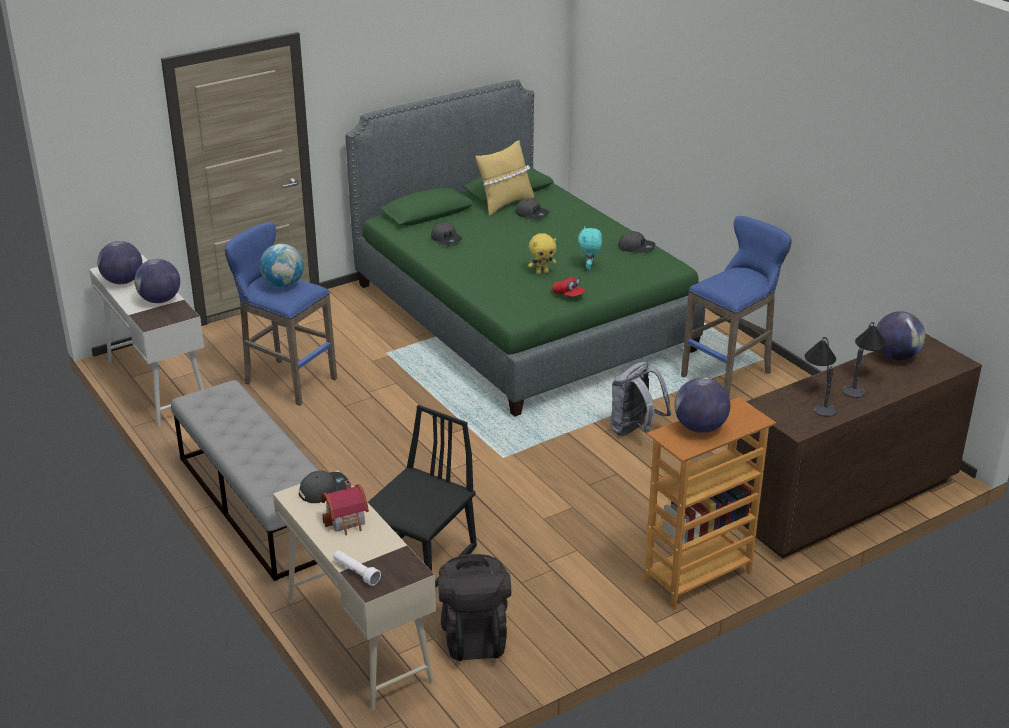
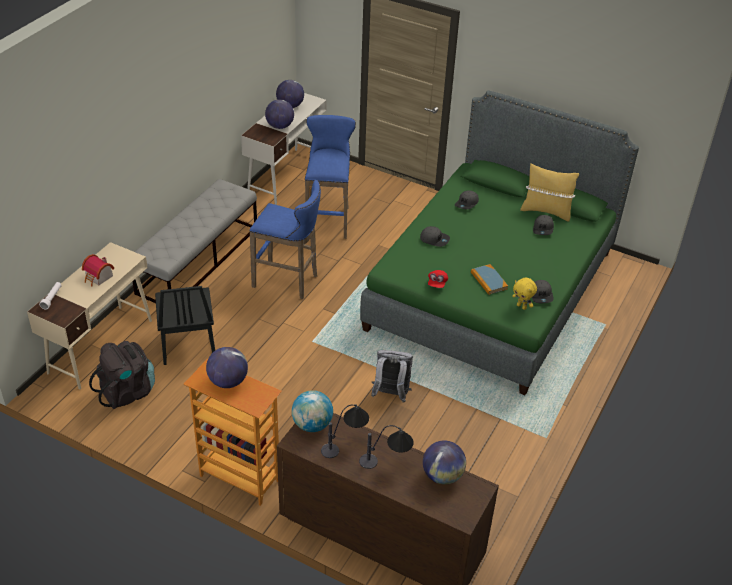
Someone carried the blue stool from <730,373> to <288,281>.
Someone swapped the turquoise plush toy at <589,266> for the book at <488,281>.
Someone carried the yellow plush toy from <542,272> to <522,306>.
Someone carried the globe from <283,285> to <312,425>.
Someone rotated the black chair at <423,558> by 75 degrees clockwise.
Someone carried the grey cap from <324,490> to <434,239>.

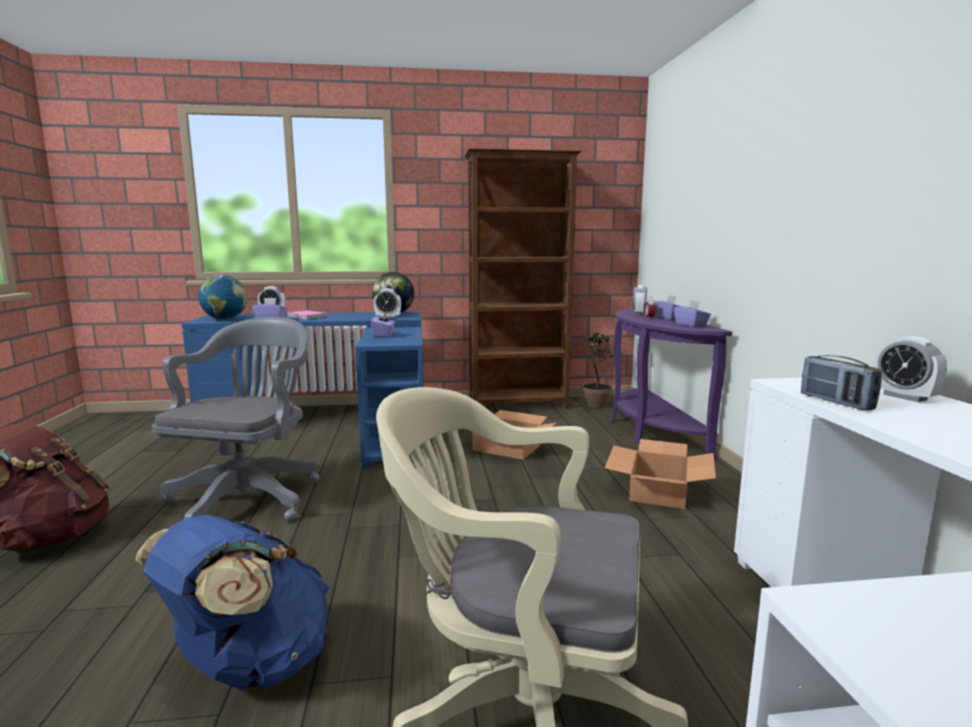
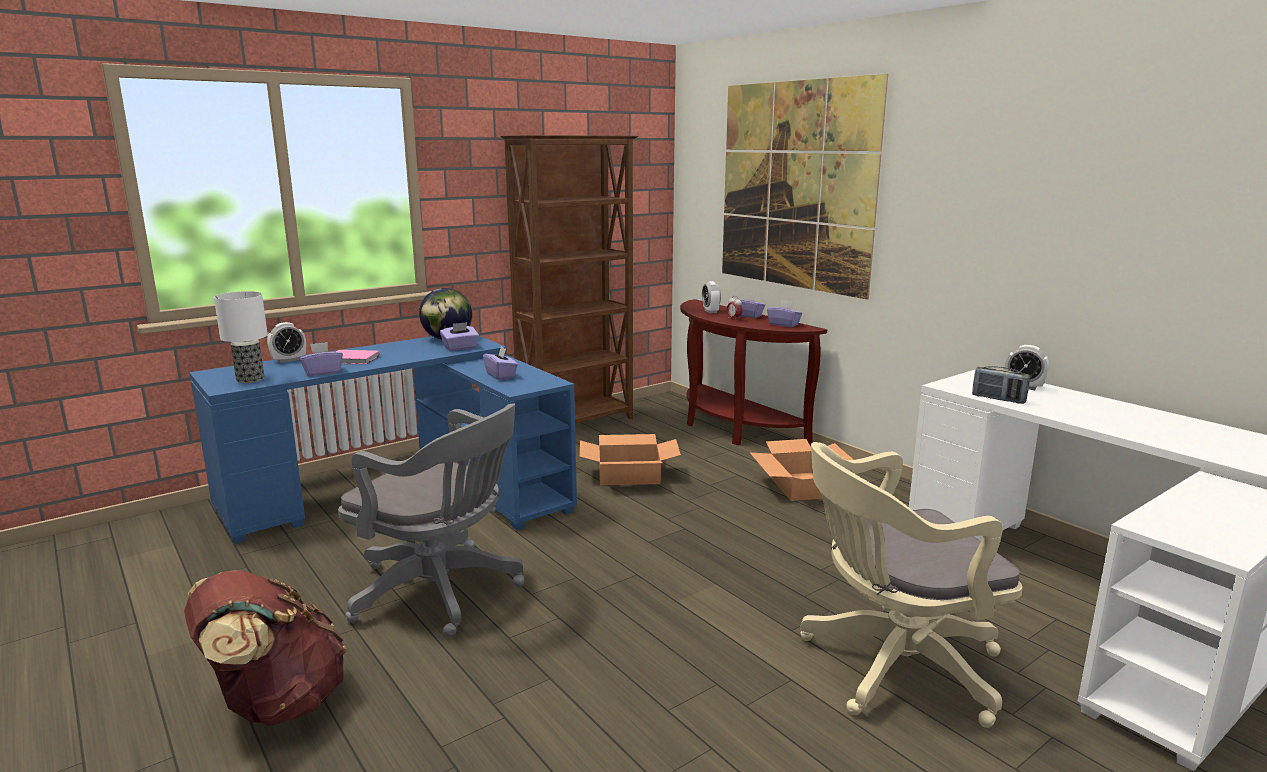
Someone swapped the globe at <225,319> for the table lamp at <251,379>.
Someone swapped the alarm clock at <388,317> for the purple tissue box at <460,348>.
Someone repainted the purple console table at <650,430>, which became the brown console table at <732,428>.
Someone rotated the grey office chair at <249,497> by 135 degrees clockwise.
Someone took away the potted plant at <595,407>.
Someone took away the blue backpack at <249,666>.
Someone put up the picture at <795,186>.

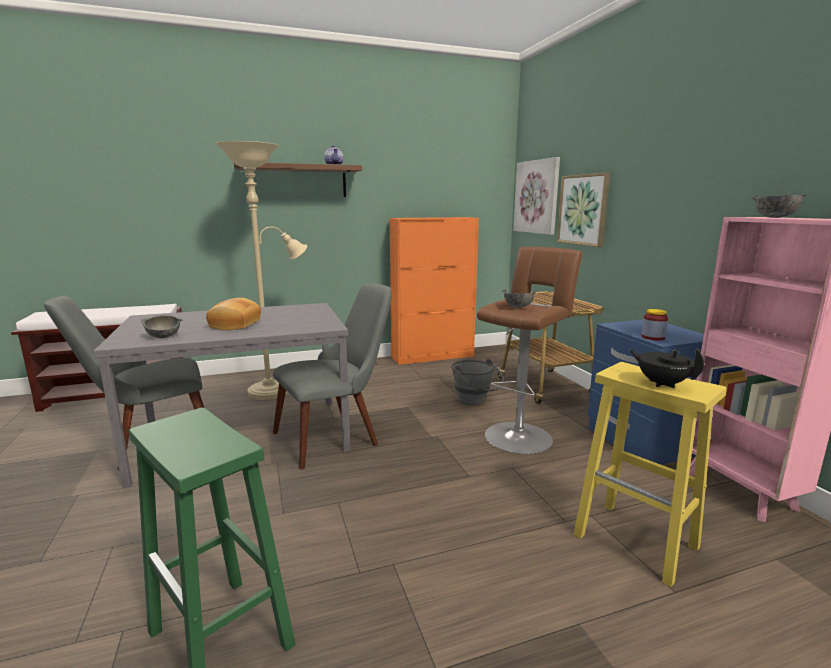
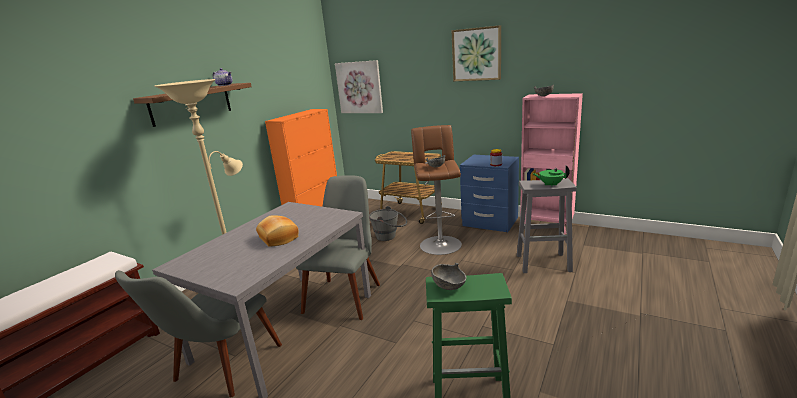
Someone carried the picture from <583,210> to <476,54>.
Someone carried the grey bowl from <164,337> to <449,286>.
Someone repainted the black teapot at <661,383>, which became the green teapot at <550,185>.
Someone repainted the yellow stool at <637,542>, which became the grey stool at <544,263>.

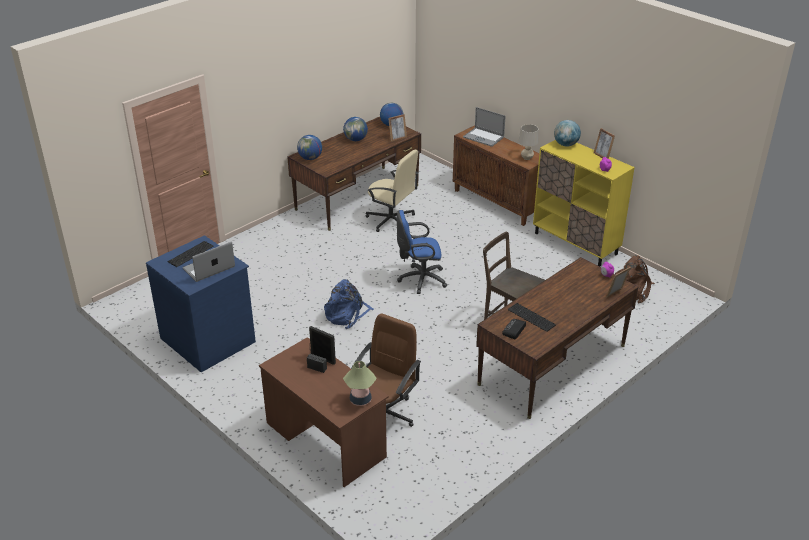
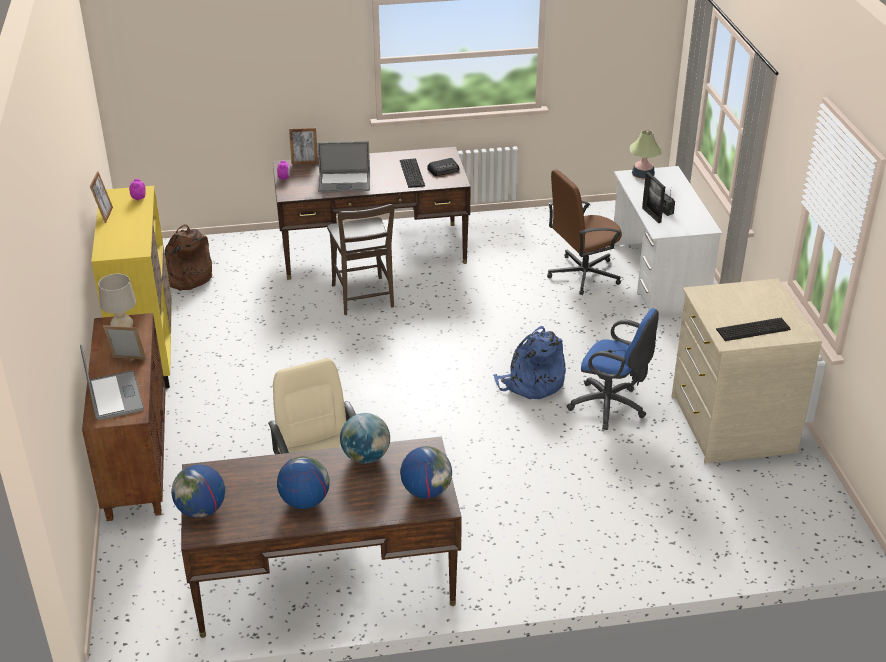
Someone carried the picture frame from <397,138> to <128,361>.
Someone carried the globe from <565,144> to <366,457>.
Someone carried the blue office chair from <420,280> to <611,407>.
Someone repainted the blue dresser at <209,339>, which became the beige dresser at <730,424>.
Someone carried the laptop from <209,268> to <344,182>.
Someone repainted the brown desk at <325,440>, which became the white desk at <658,276>.

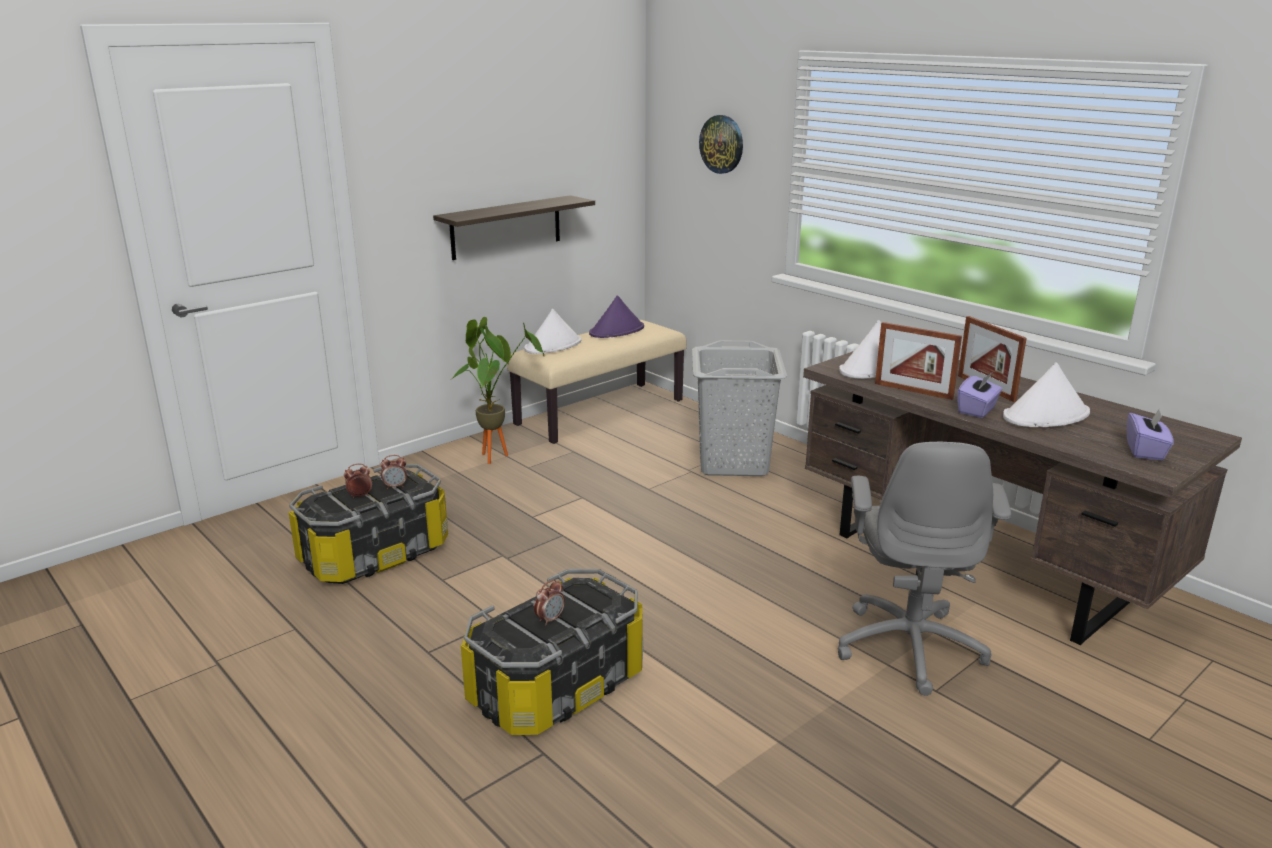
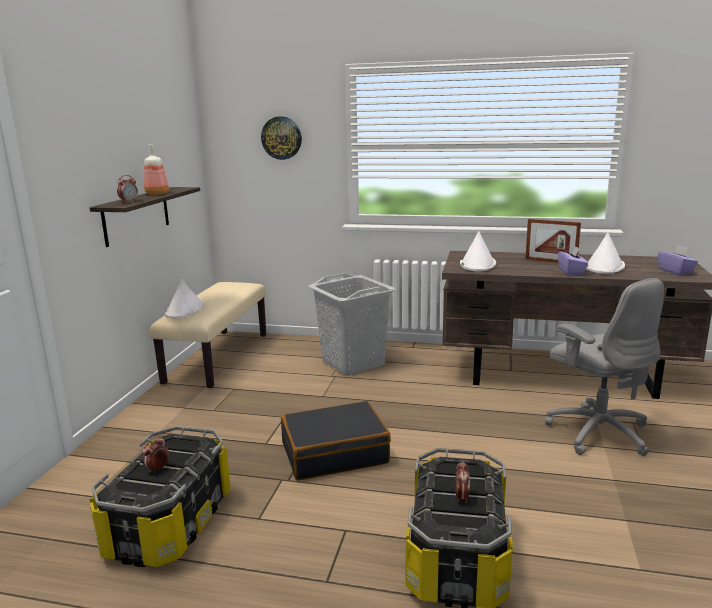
Someone took away the purple hat at <617,331>.
Someone took away the potted plant at <496,455>.
Someone took away the picture frame at <913,391>.
Someone carried the alarm clock from <395,486> to <129,201>.
Someone put down the bottle at <157,193>.
Someone put down the black suitcase at <334,453>.

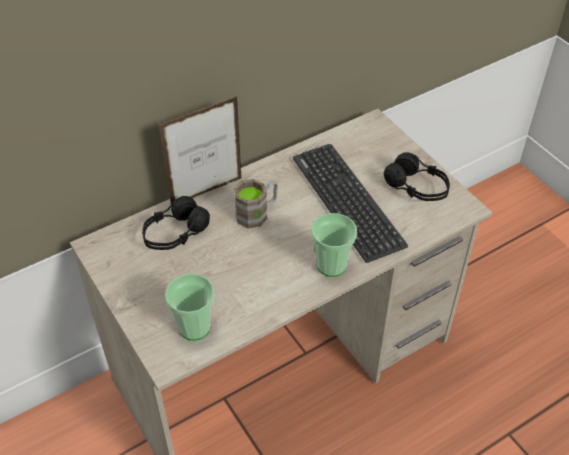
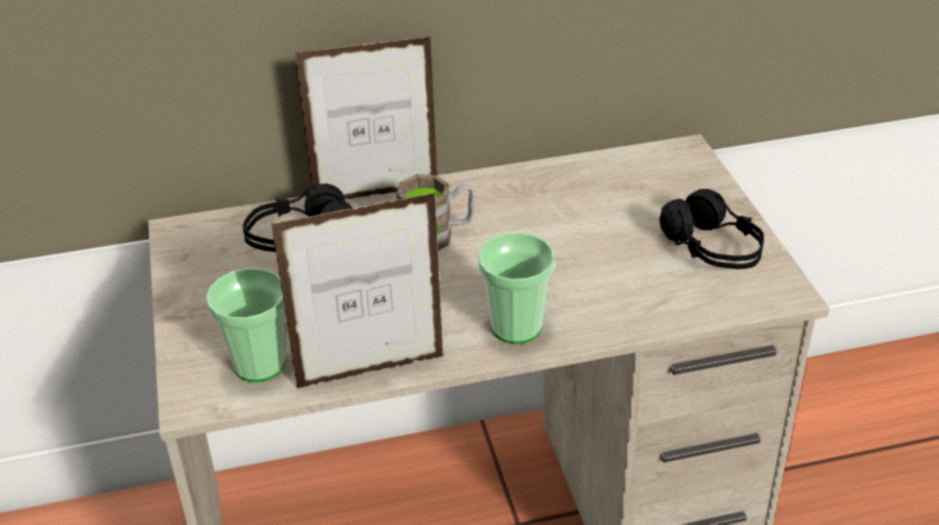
Someone took away the keyboard at <347,201>.
Someone put down the picture frame at <371,372>.

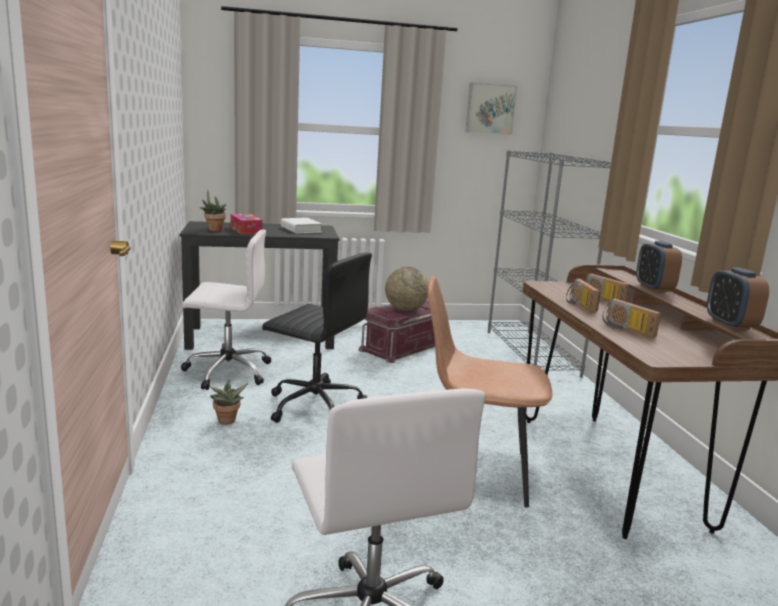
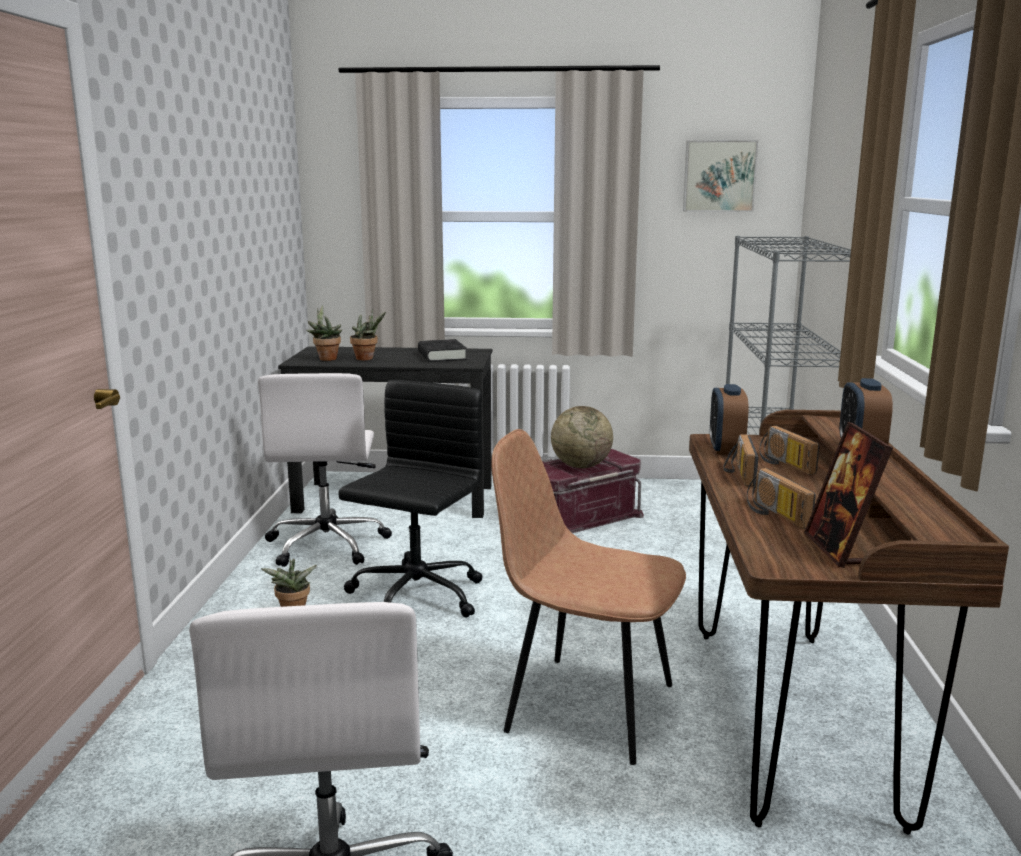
Someone swapped the tissue box at <246,230> for the potted plant at <367,358>.
Someone repainted the white book at <301,229>, which became the black book at <442,356>.
Someone rotated the white office chair at <226,371> by 75 degrees clockwise.
Someone rotated the black office chair at <314,405> by 105 degrees counterclockwise.
Someone carried the alarm clock from <730,325> to <726,449>.
Someone put down the picture frame at <840,549>.

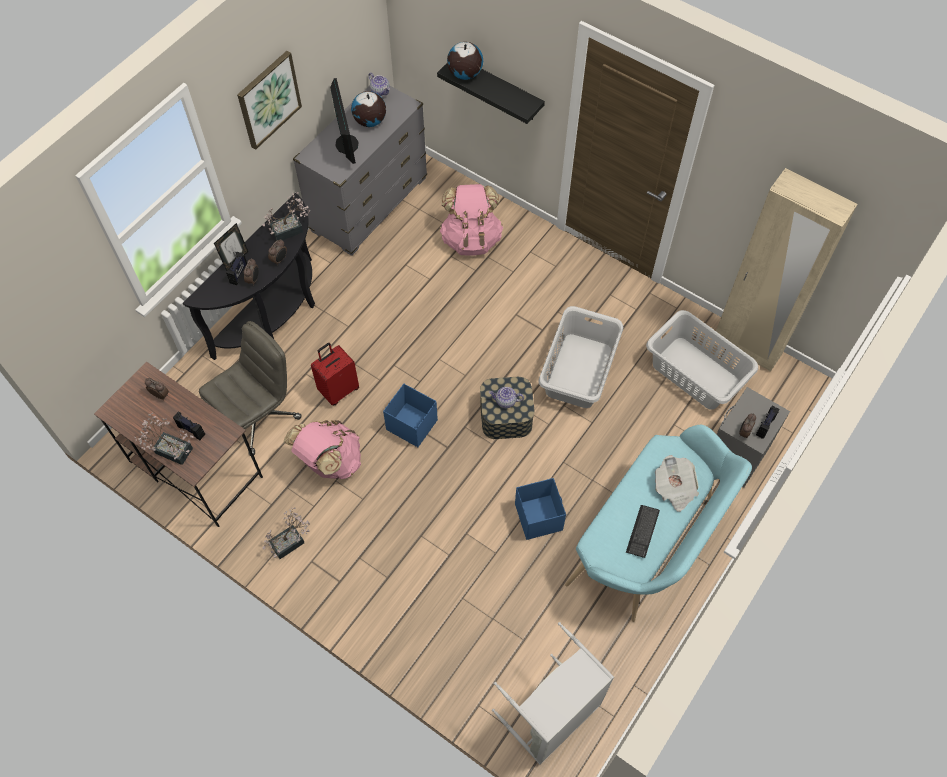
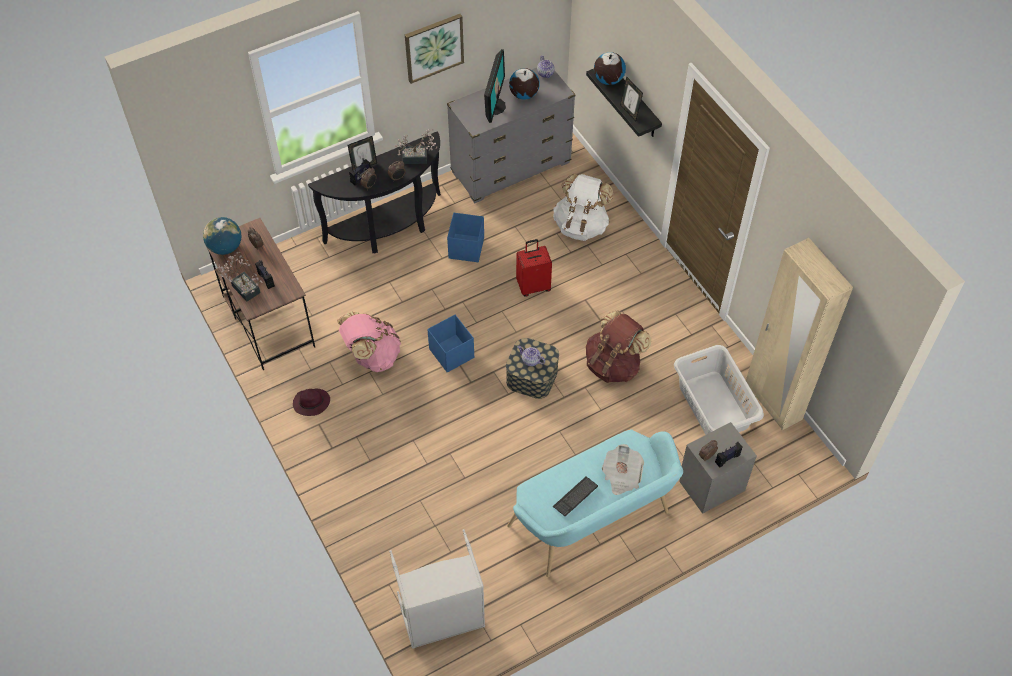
Someone repainted the pink backpack at <471,239>, which became the white backpack at <581,225>.
Someone swapped the grey laundry basket at <579,370> for the brown backpack at <613,364>.
Someone took away the grey office chair at <258,416>.
Someone carried the red suitcase from <338,390> to <533,286>.
Someone carried the blue storage box from <538,516> to <466,248>.
Someone swapped the potted plant at <291,542> for the purple hat at <311,403>.
Someone put down the picture frame at <629,112>.
Someone put down the globe at <225,247>.

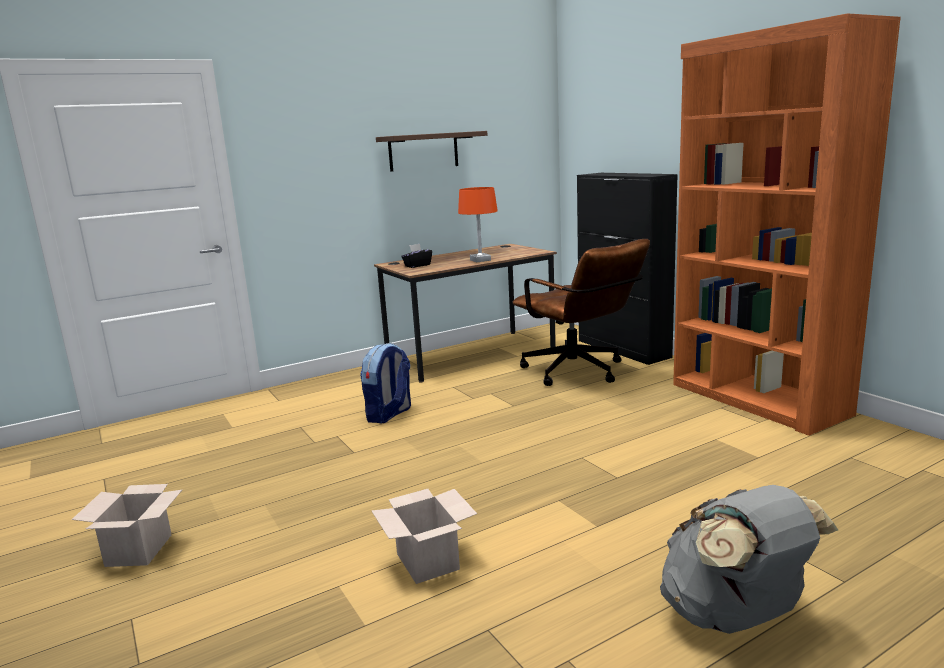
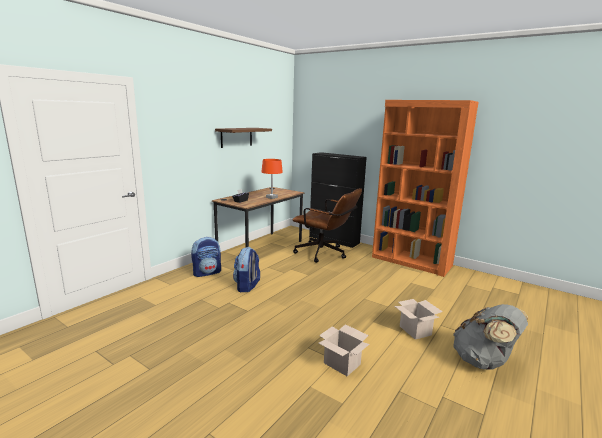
Someone carried the cardboard box from <139,551> to <416,331>.
Someone put down the backpack at <207,273>.

